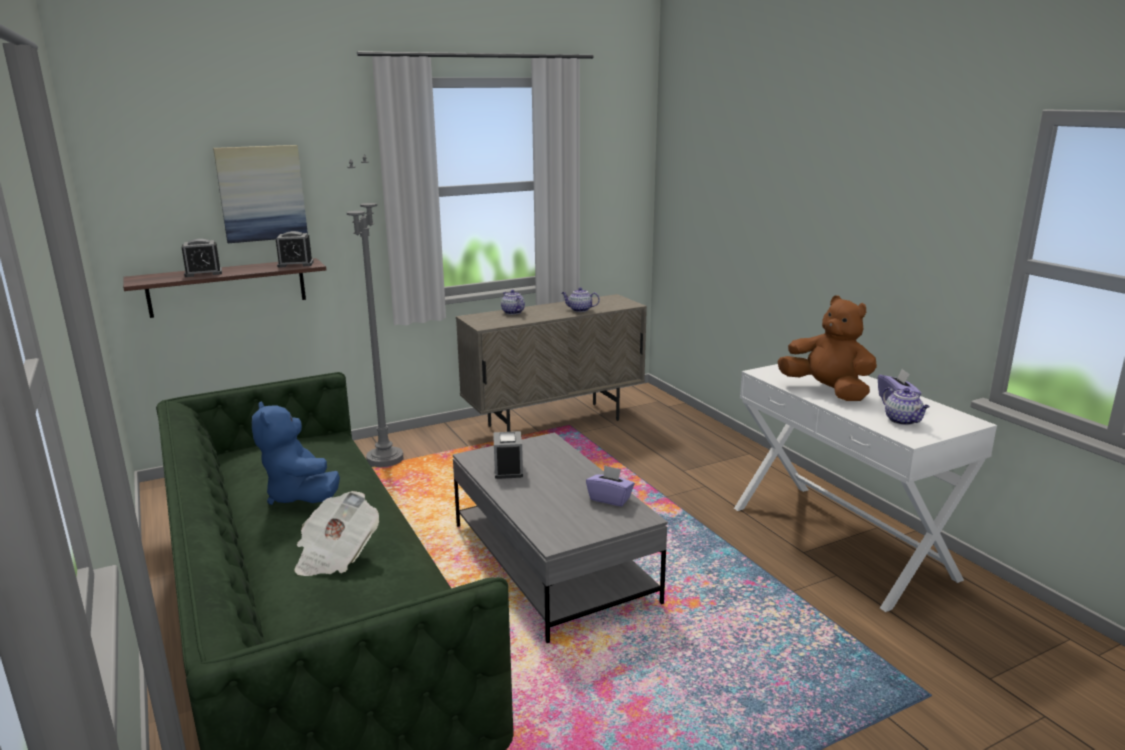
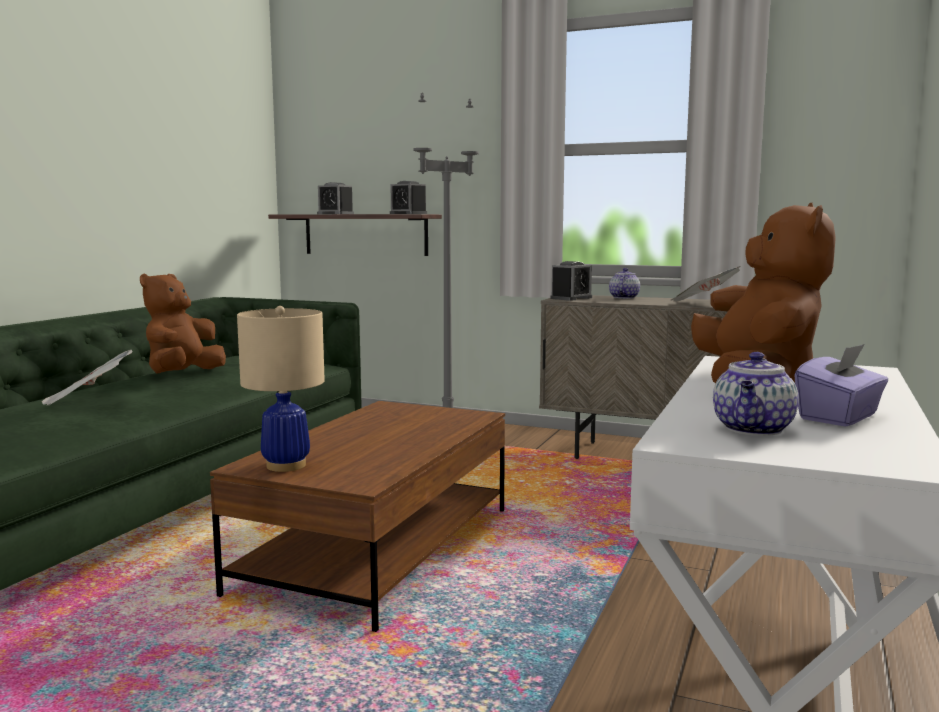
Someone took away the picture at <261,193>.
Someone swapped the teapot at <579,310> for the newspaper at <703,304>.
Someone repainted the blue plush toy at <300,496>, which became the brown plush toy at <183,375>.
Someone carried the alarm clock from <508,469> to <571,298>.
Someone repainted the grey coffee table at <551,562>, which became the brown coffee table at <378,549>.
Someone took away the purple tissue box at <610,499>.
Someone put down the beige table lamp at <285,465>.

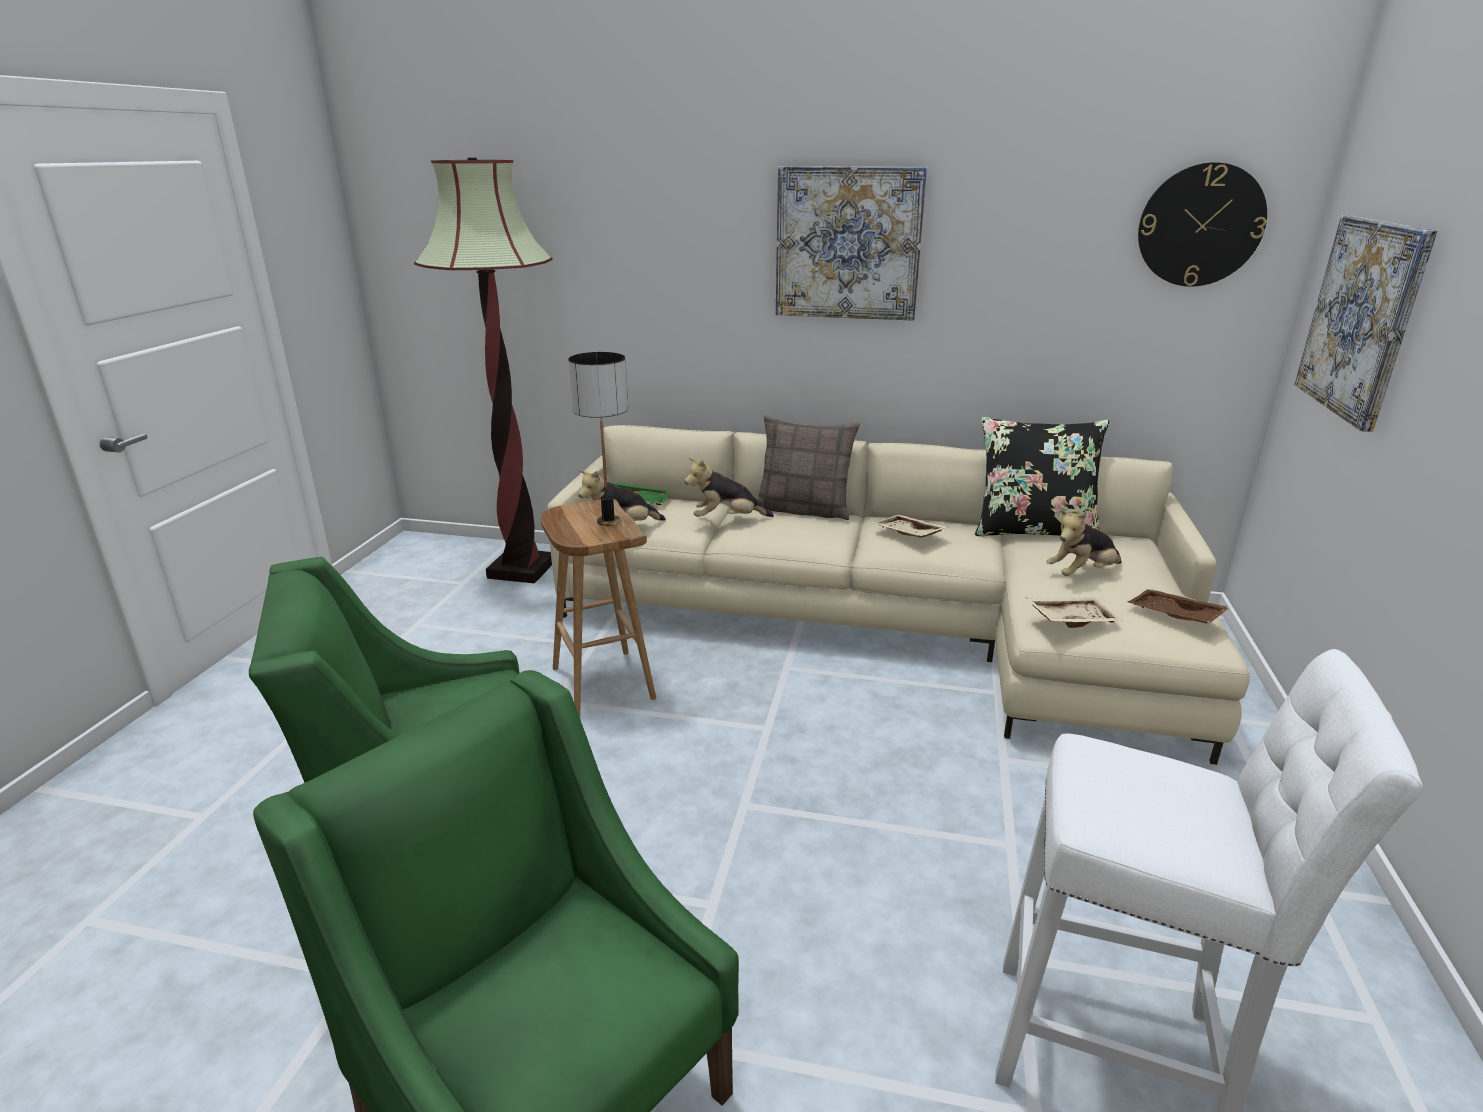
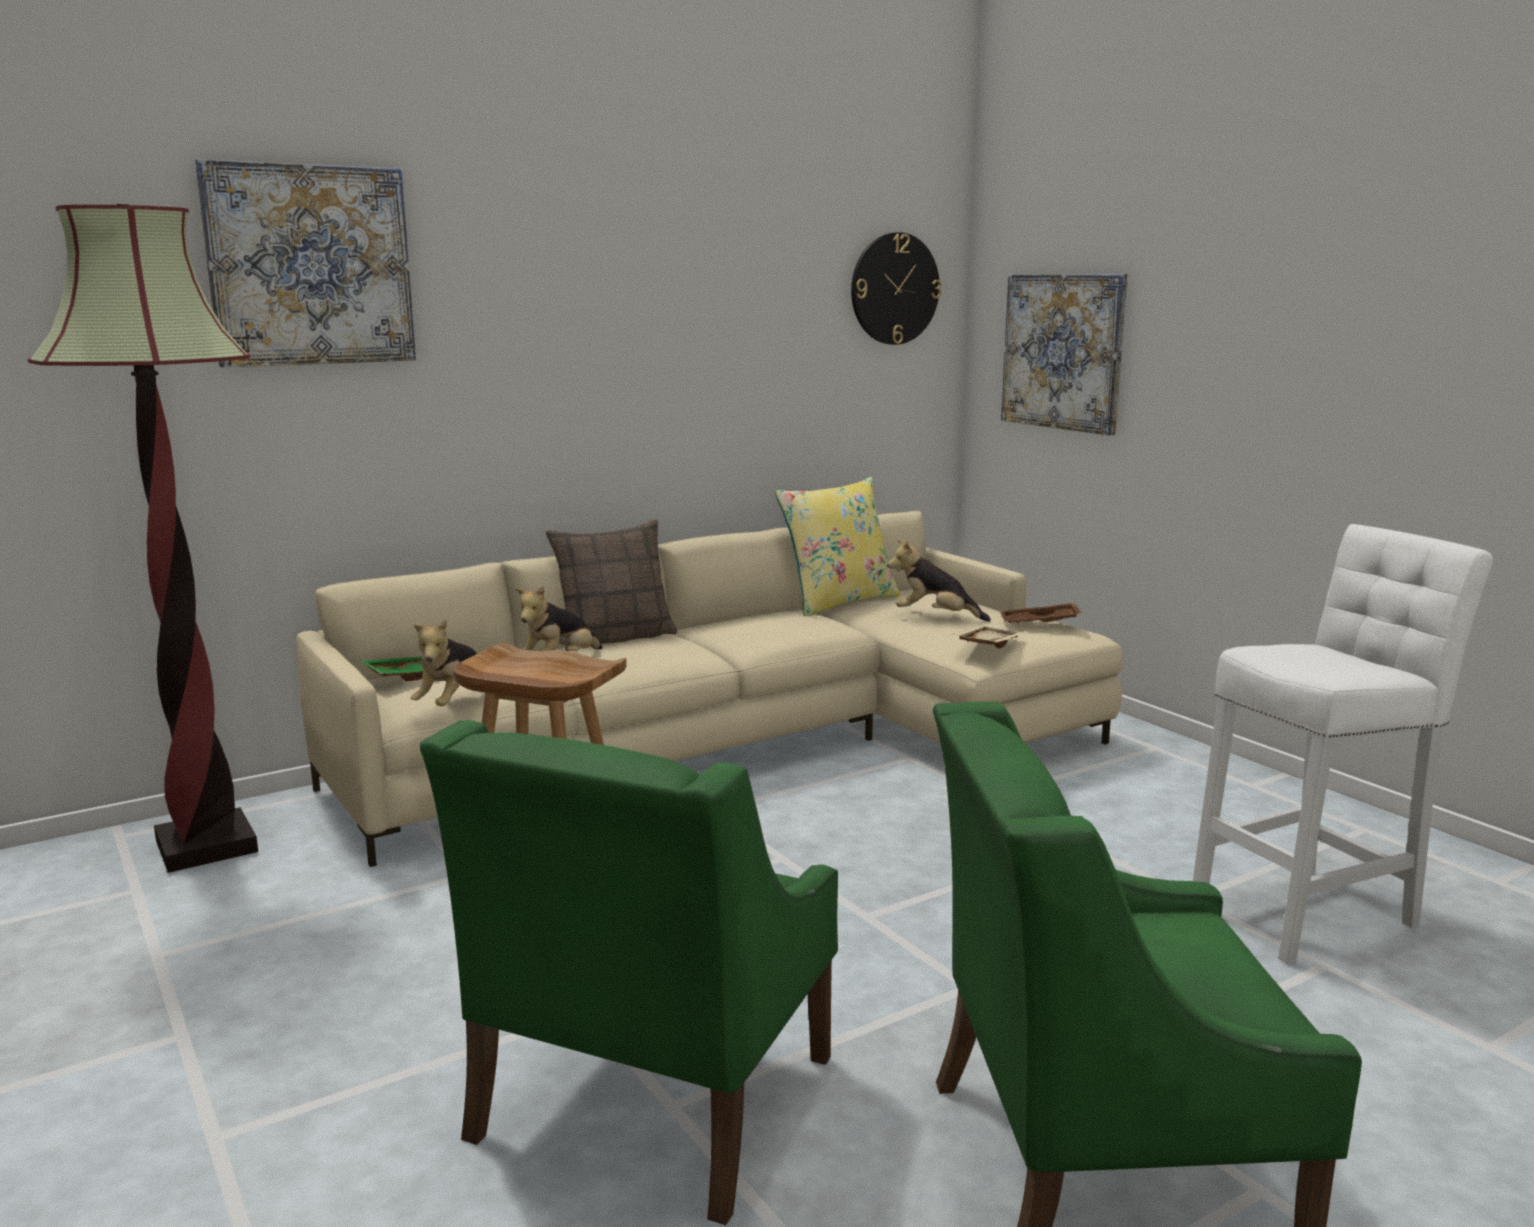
Someone carried the picture from <848,243> to <310,265>.
Someone took away the table lamp at <608,521>.
Someone repainted the black pillow at <1033,530>, which became the yellow pillow at <838,602>.
Someone rotated the plush toy at <1082,573> by 90 degrees clockwise.
Someone took away the beige tray at <907,534>.

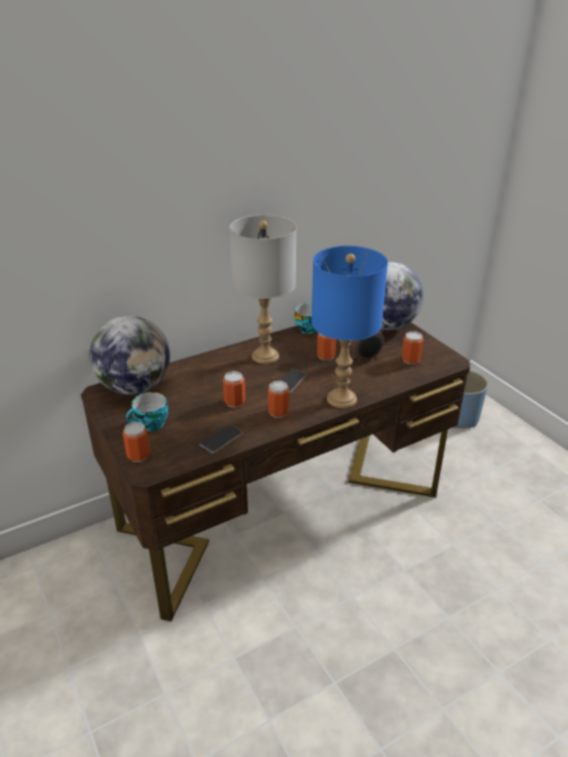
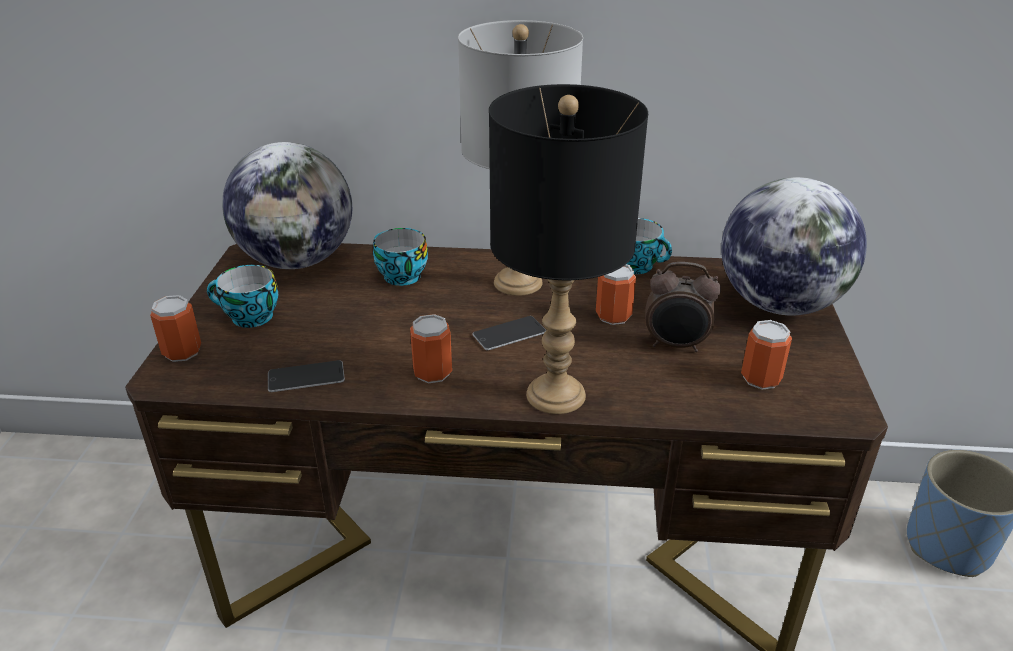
Someone repainted the blue table lamp at <341,398>, which became the black table lamp at <556,394>.
Someone took away the can at <234,402>.
Someone put down the cup at <399,276>.

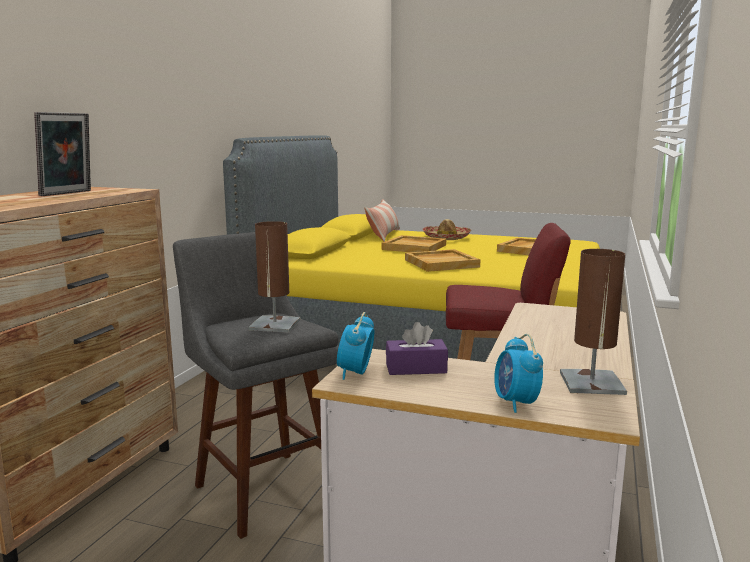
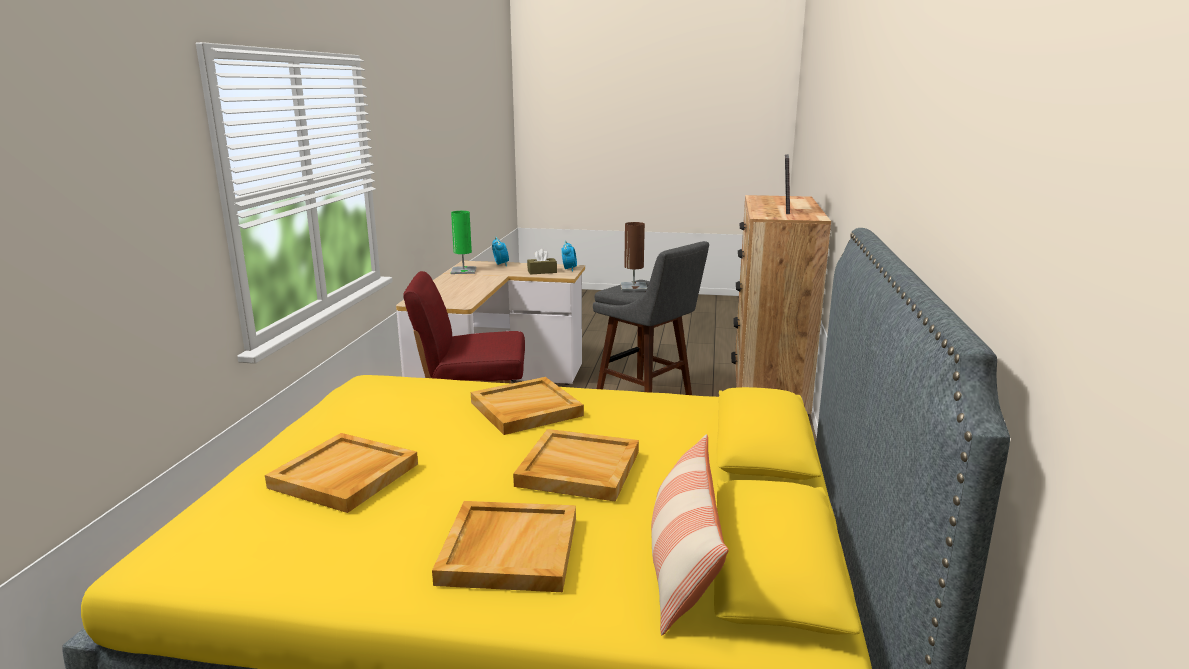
Someone swapped the hat at <446,238> for the beige tray at <508,549>.
Someone repainted the brown table lamp at <591,383>, which became the green table lamp at <463,271>.
Someone repainted the purple tissue box at <416,368>, which became the brown tissue box at <542,272>.

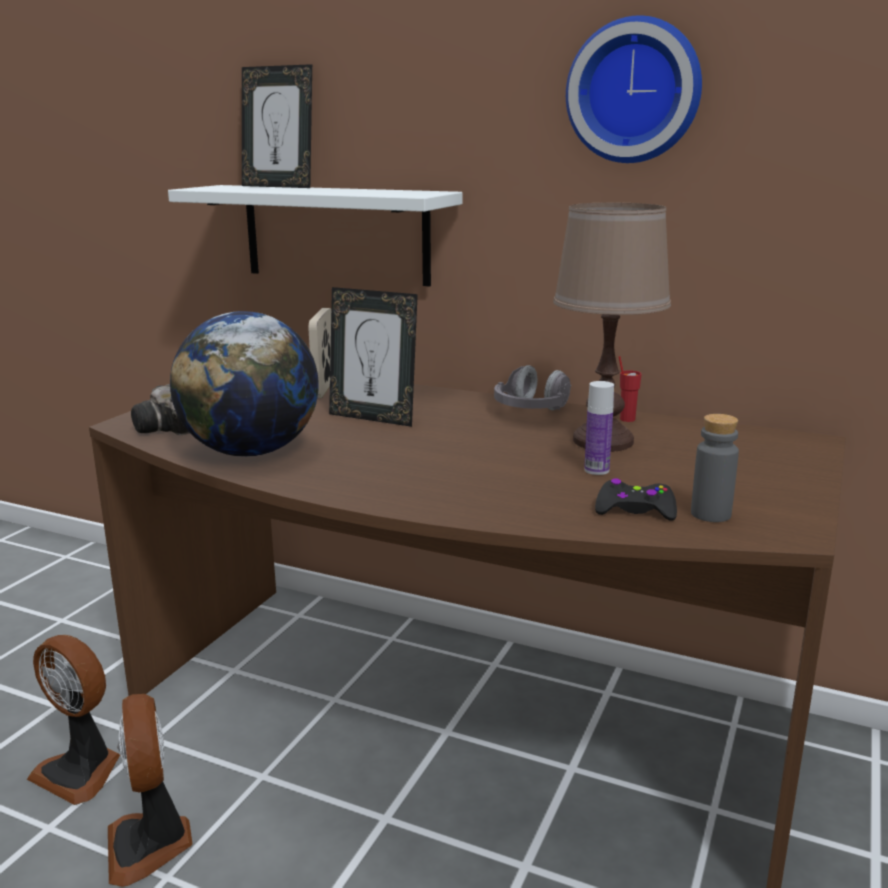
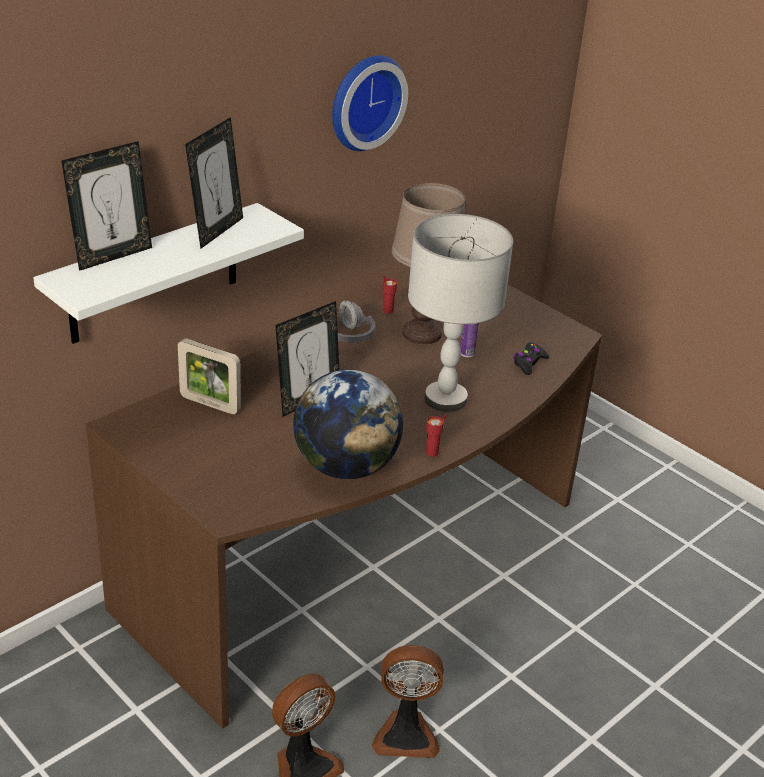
Someone took away the photo camera at <164,429>.
Someone took away the grey bottle at <710,514>.
Someone put down the picture frame at <216,231>.
Someone put down the grey table lamp at <445,399>.
Someone put down the red cup at <432,453>.

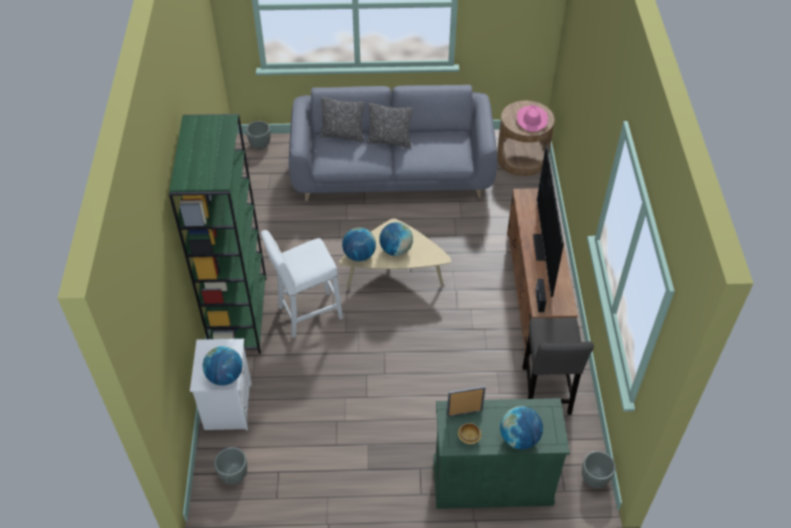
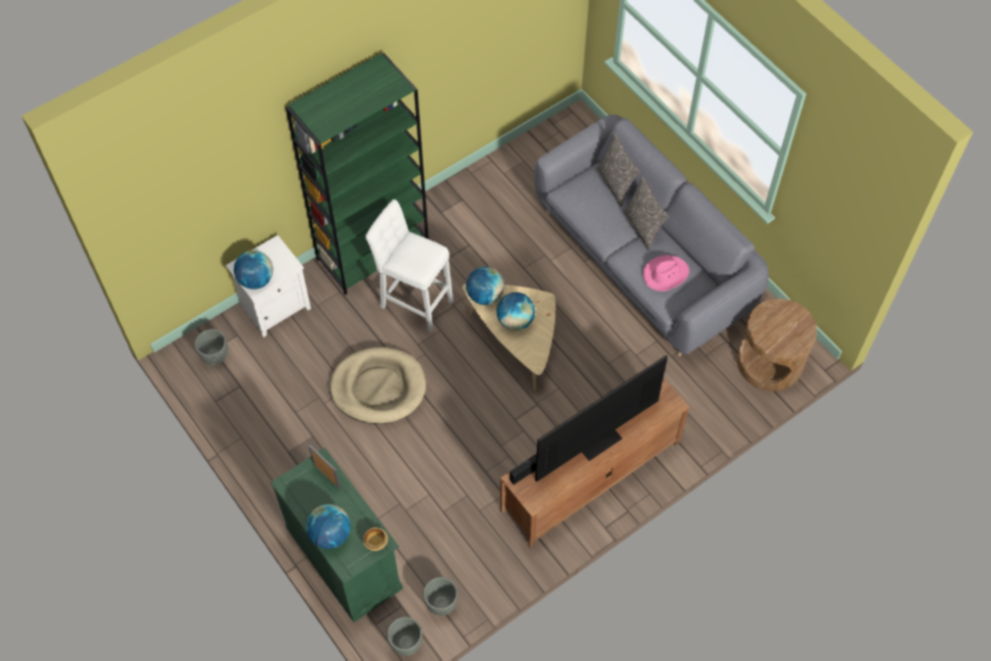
Someone carried the pink hat from <531,119> to <665,274>.
Someone carried the grey planter from <260,145> to <441,603>.
Someone took away the grey stool at <545,394>.
Someone carried the bowl from <468,437> to <376,542>.
Someone put down the beige dog bed at <378,388>.

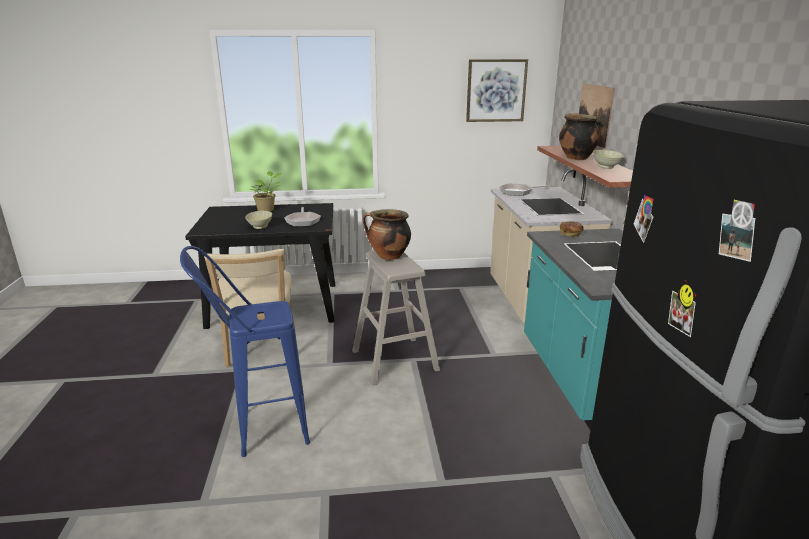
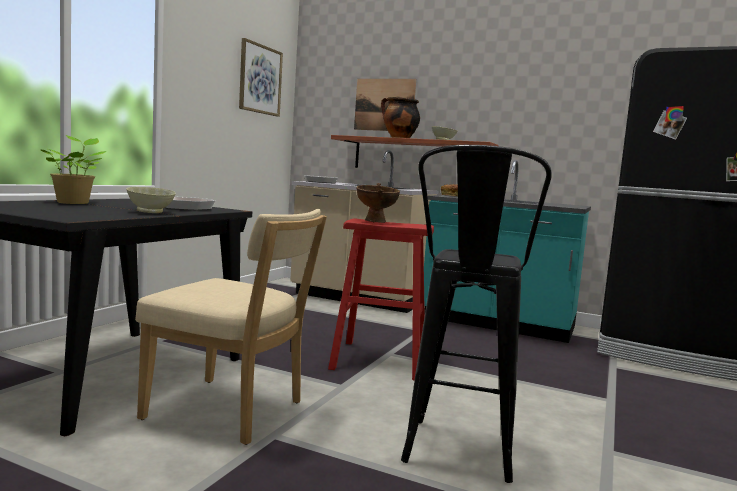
Someone swapped the cooking pot at <388,257> for the brown bowl at <376,222>.
Someone repainted the blue stool at <259,431>, which became the black stool at <457,459>.
Someone repainted the beige stool at <394,360>, which became the red stool at <379,360>.

